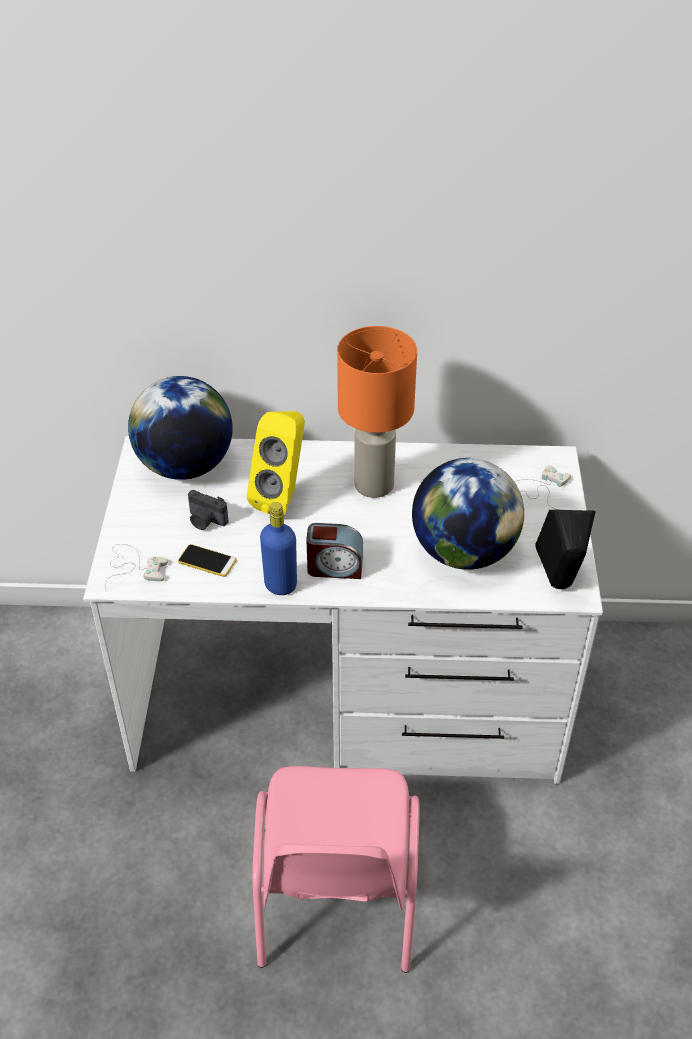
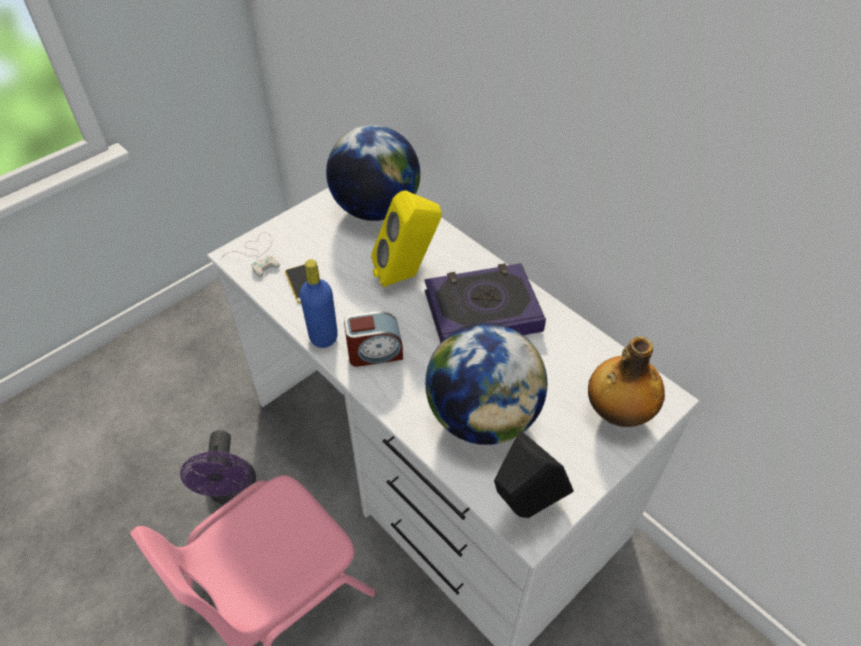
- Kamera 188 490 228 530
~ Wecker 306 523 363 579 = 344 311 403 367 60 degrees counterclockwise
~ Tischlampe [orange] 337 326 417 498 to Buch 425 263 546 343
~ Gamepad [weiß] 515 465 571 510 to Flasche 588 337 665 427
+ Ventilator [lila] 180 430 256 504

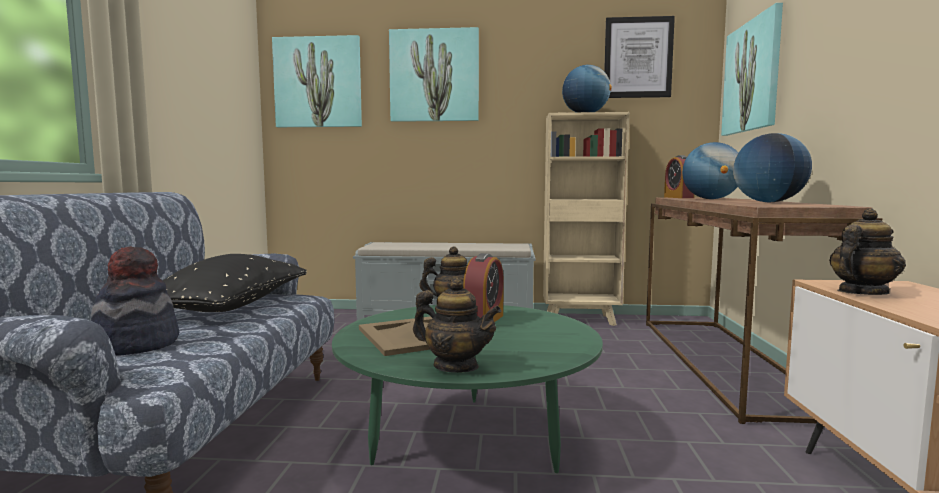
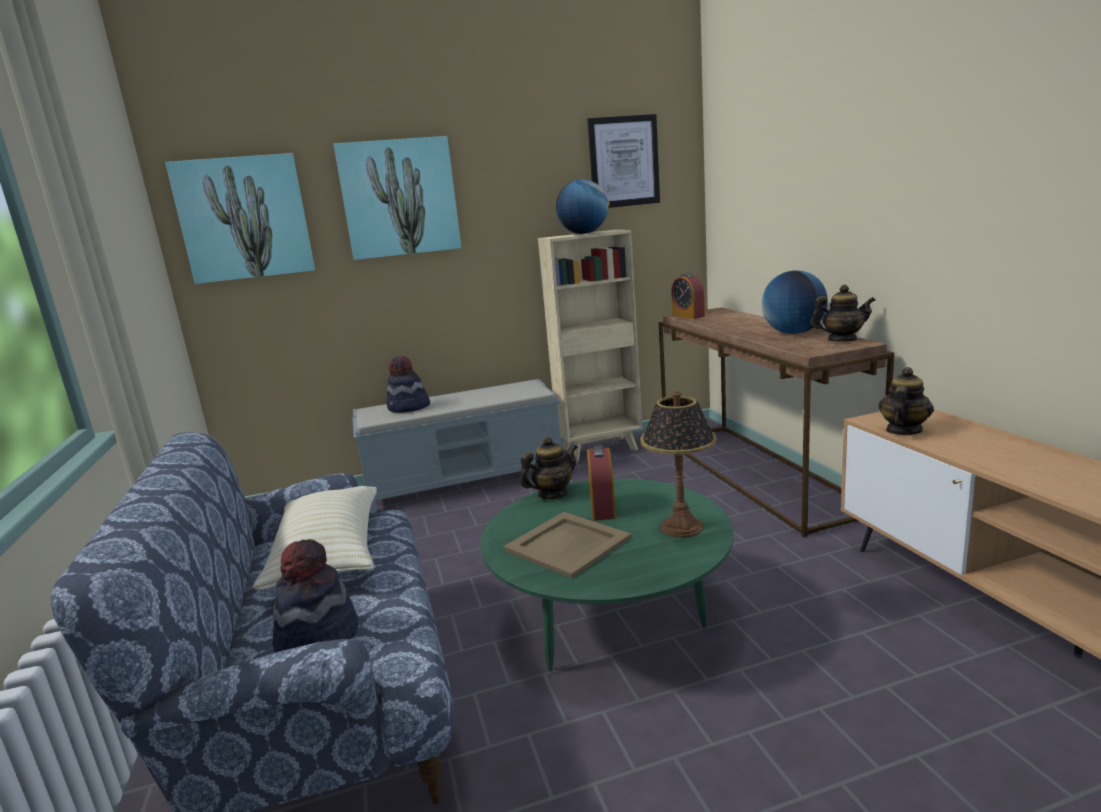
~ Kissen [schwarz] 163 254 307 312 to Kissen [beige] 253 486 377 590
~ Teekanne 413 278 501 373 to 811 285 876 342
- Globus 682 142 738 199
- Bild 721 3 783 136
+ Hut 387 356 430 413
+ Tischlampe 640 391 717 538

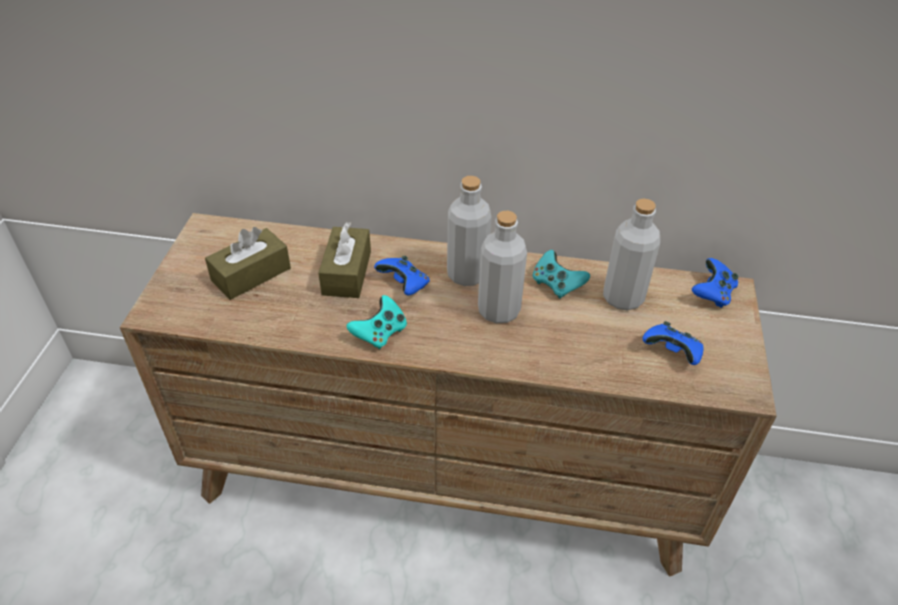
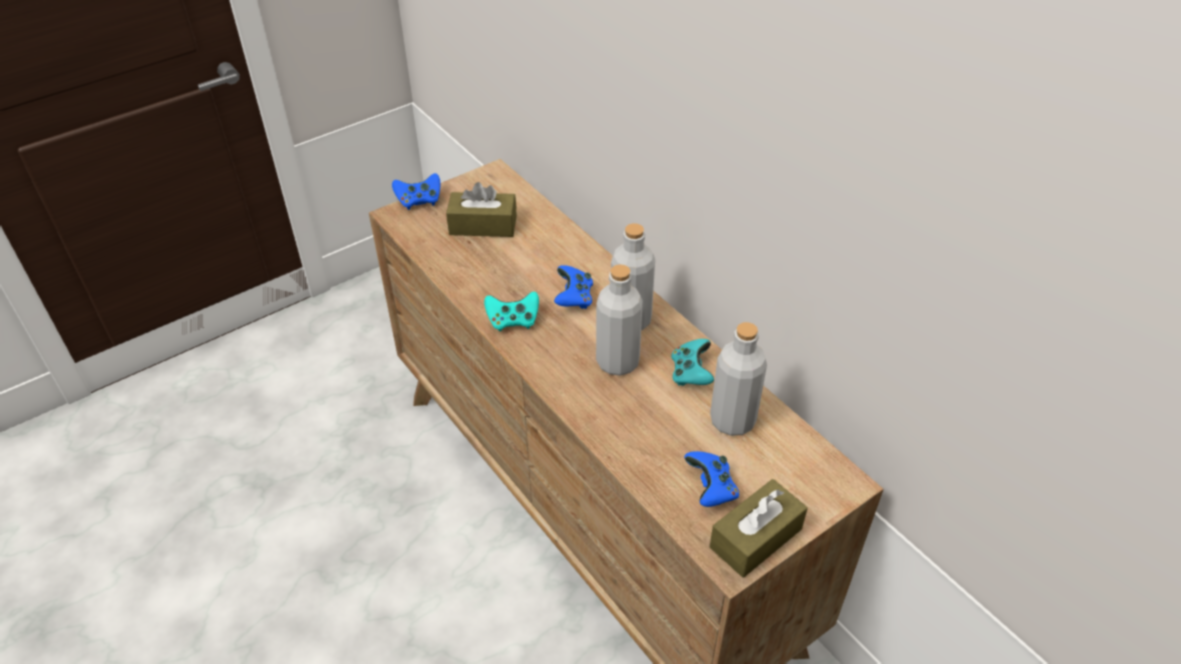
~ Taschentuchbox [braun] 318 222 371 298 to 710 479 808 578
~ Gamepad [blau] 692 258 739 308 to 392 173 440 210

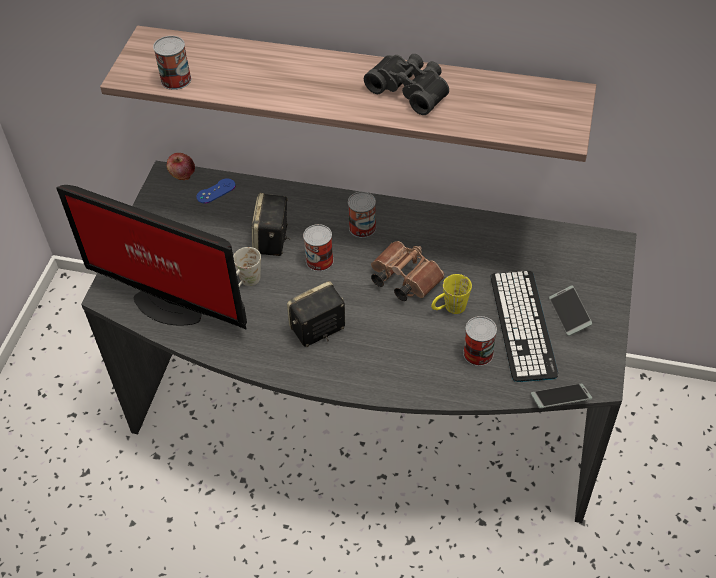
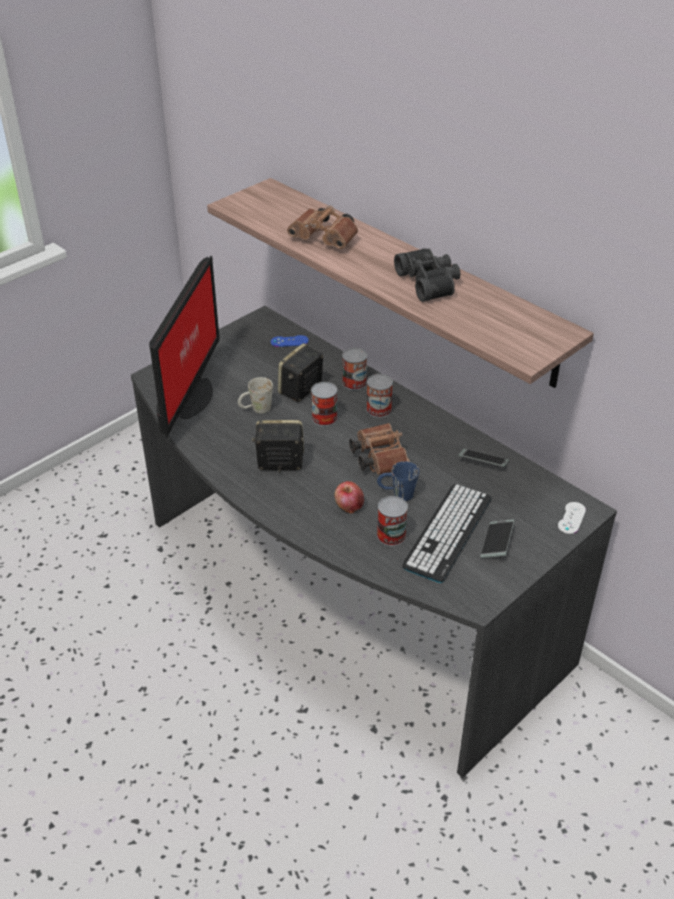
~ Monitor 56 185 247 330 = 149 256 219 438 135 degrees counterclockwise
~ Dose 153 36 191 90 to 342 348 367 390
~ Apfel 167 153 195 180 to 334 481 364 514
~ Henkelbecher [gelb] 431 274 472 314 to Henkelbecher [blau] 377 461 419 501
~ Handy 531 384 592 408 to 459 449 509 467
+ Fernglas [braun] 287 205 358 249
+ Gamepad [weiß] 558 502 586 534

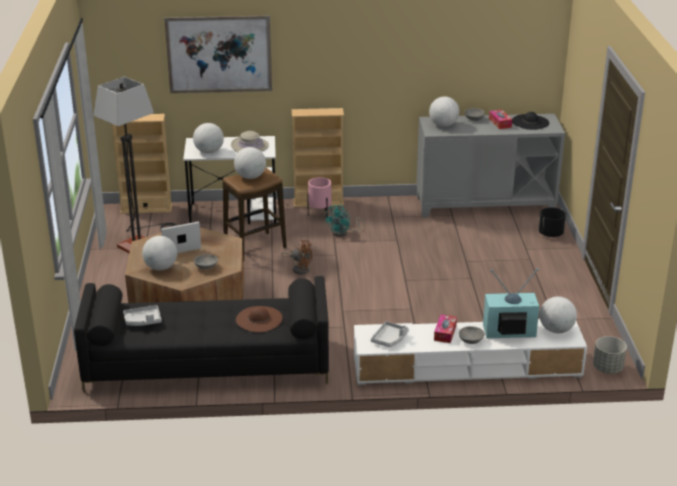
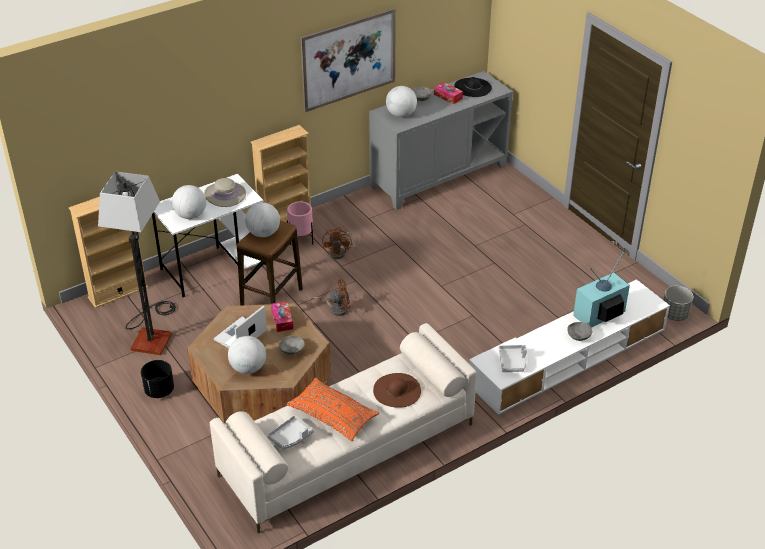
~ Sofa [schwarz] 74 276 329 392 to Sofa [beige] 210 323 477 533
~ Bild 164 15 272 93 to 301 8 396 112
~ Ventilator [türkis] 325 205 365 237 to Ventilator [braun] 322 227 355 259
~ Taschentuchbox 434 314 457 343 to 271 301 293 332
~ Pflanzkübel [schwarz] 539 207 566 237 to 141 360 174 398
- Globus 539 296 577 333
+ Kissen [orange] 287 378 379 441

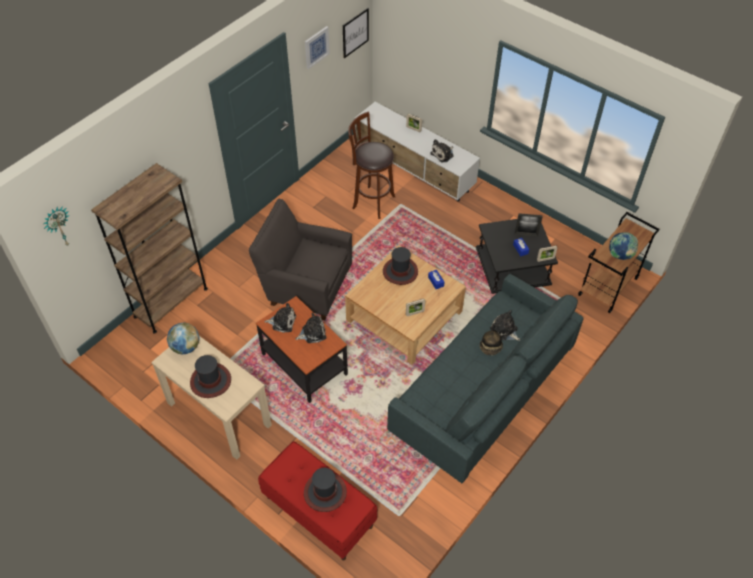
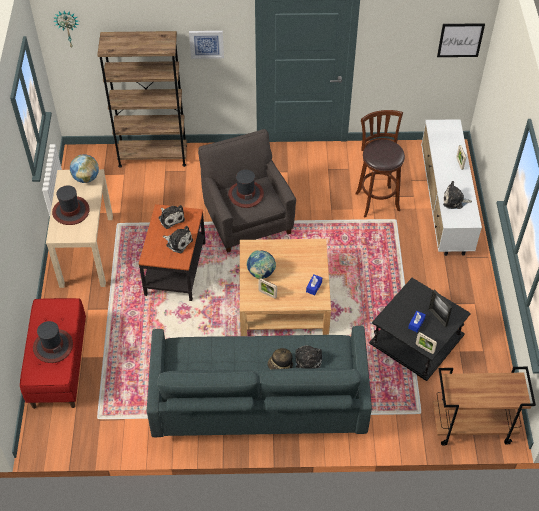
~ Bild 305 26 330 69 to 189 31 224 59
~ Hut 383 247 418 285 to 228 170 264 208
~ Globus 609 232 638 260 to 247 250 276 279

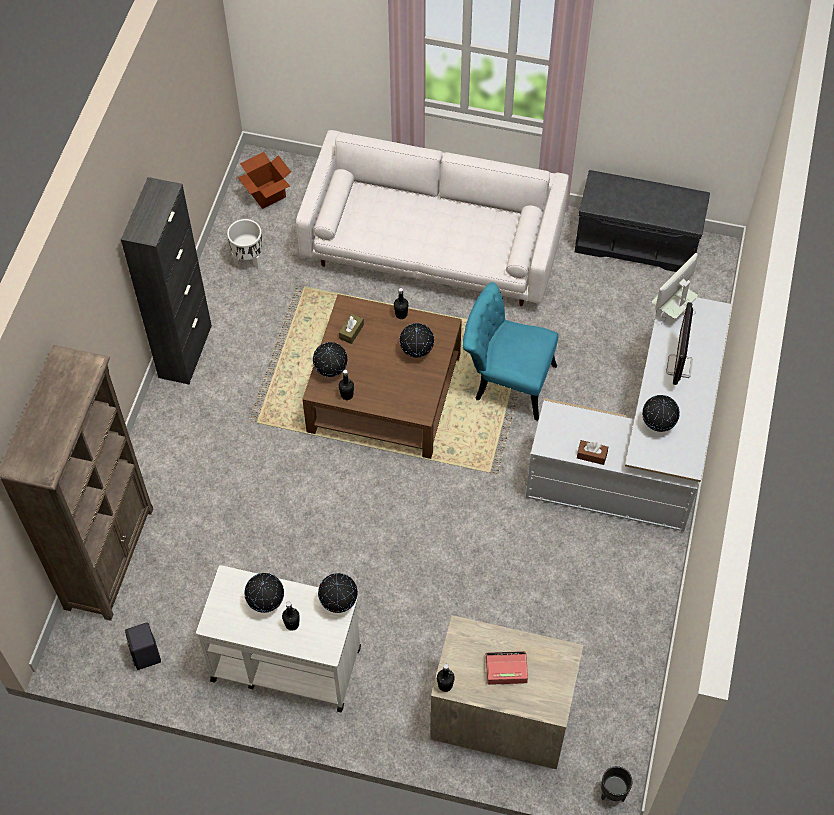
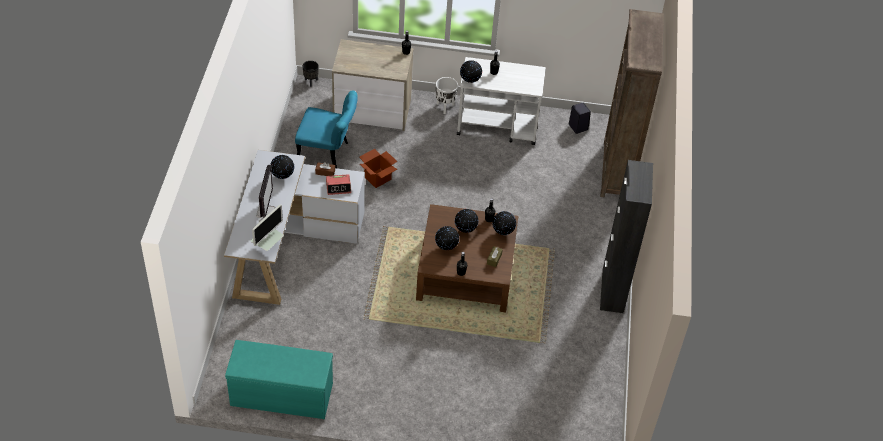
~ Pflanzkübel [weiß] 227 219 262 270 to 436 77 458 114
~ Karton 238 152 291 209 to 359 149 397 188
~ Globus 244 573 284 613 to 455 209 478 233
- Sofa [weiß] 296 130 569 306
~ Stuhl [türkis] 463 282 558 421 to 295 90 358 168
~ Wecker 486 651 528 685 to 326 174 351 195
~ Bank [grau] 575 170 710 272 to Bank [türkis] 225 340 333 419

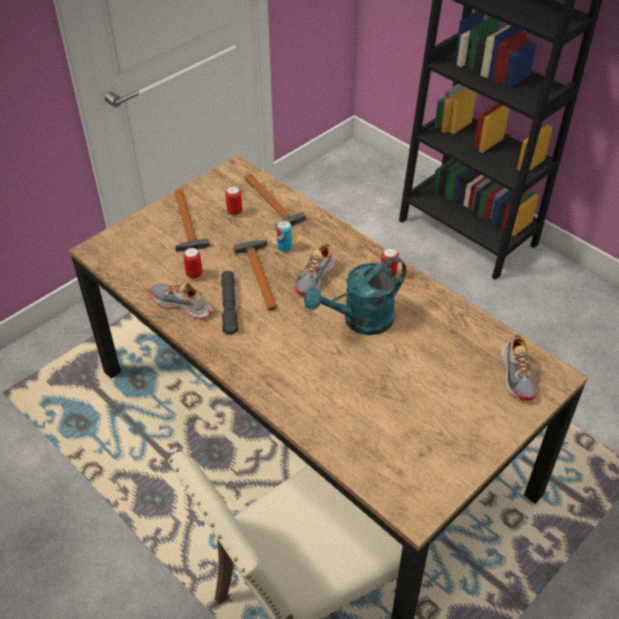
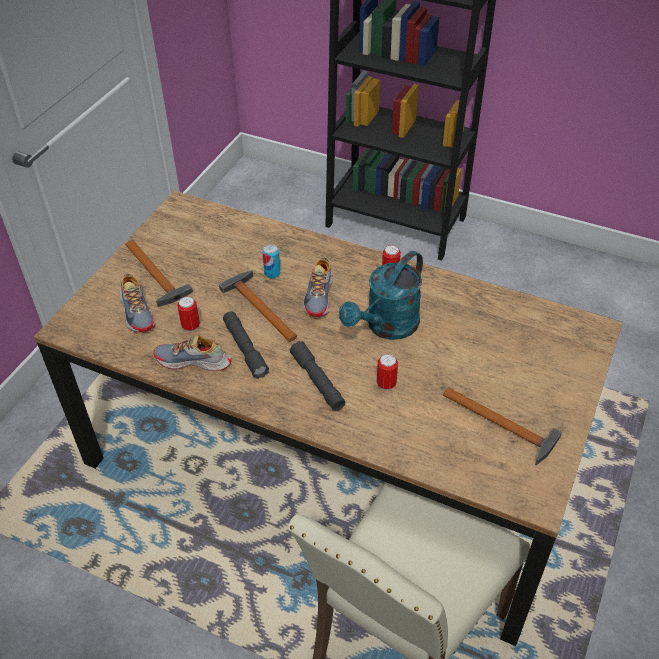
~ Dose 225 186 242 217 to 377 354 398 390
~ Hammer 244 174 306 230 to 443 387 562 465
~ Schuh 501 334 537 401 to 119 273 156 333
+ Taschenlampe [grau] 290 341 345 411

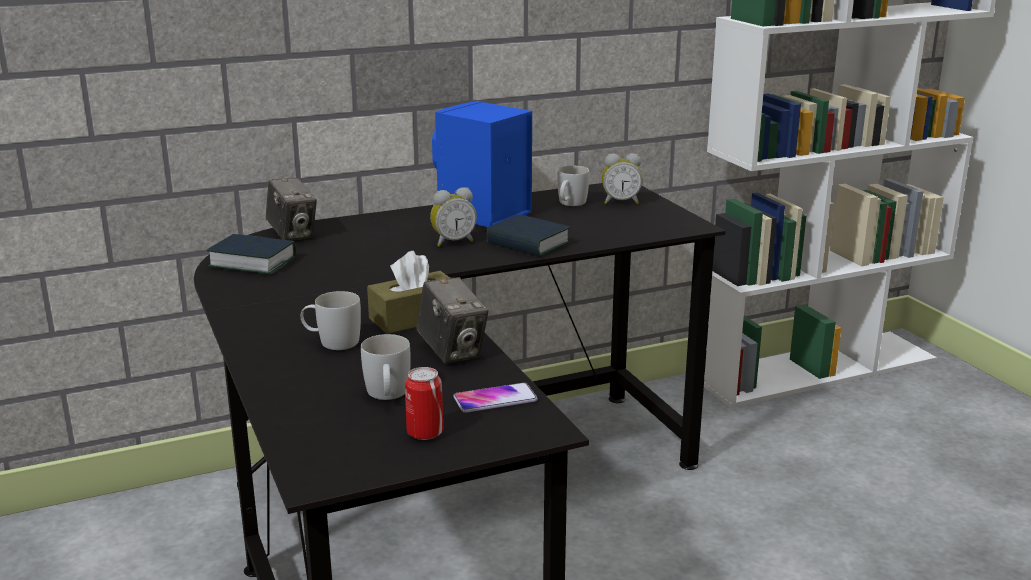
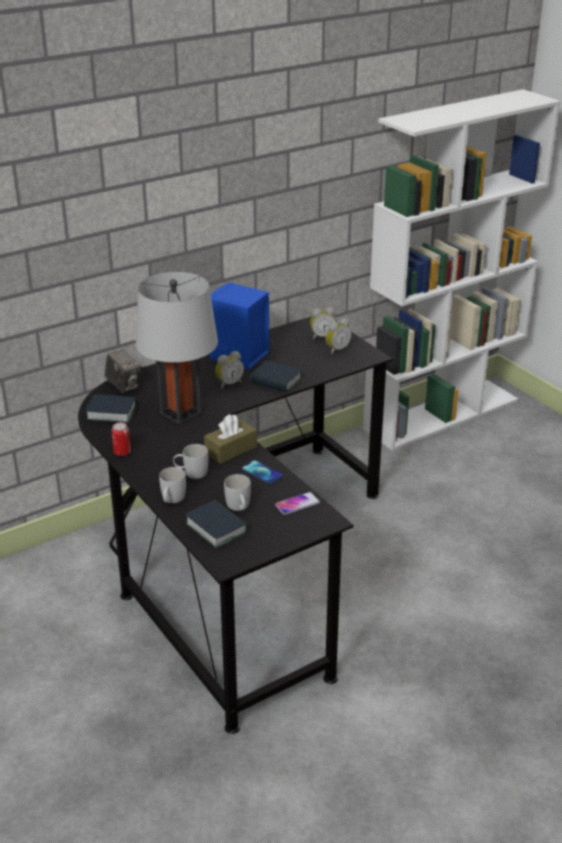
~ Dose 405 367 443 440 to 111 422 131 456
~ Kamera 416 277 488 363 to Handy 242 460 283 485
~ Henkelbecher [weiß] 557 166 589 206 to 159 467 186 503
+ Tischlampe [grau] 136 272 218 424
+ Buch 185 500 248 549
+ Wecker 326 318 351 354

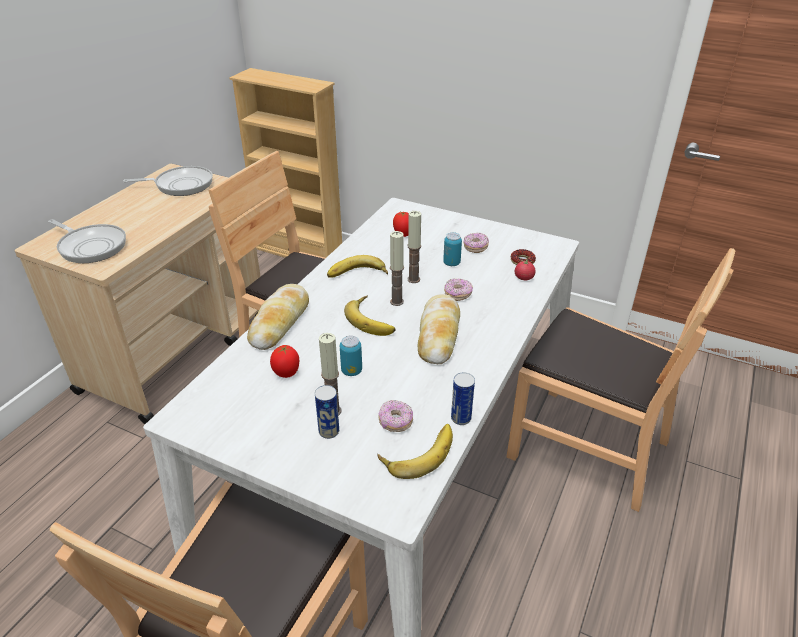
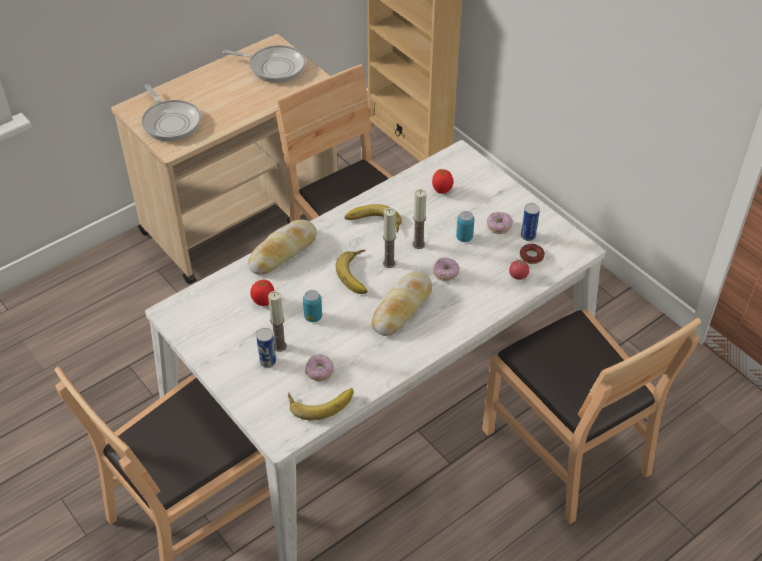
~ Dose 451 373 475 425 to 521 203 540 241

